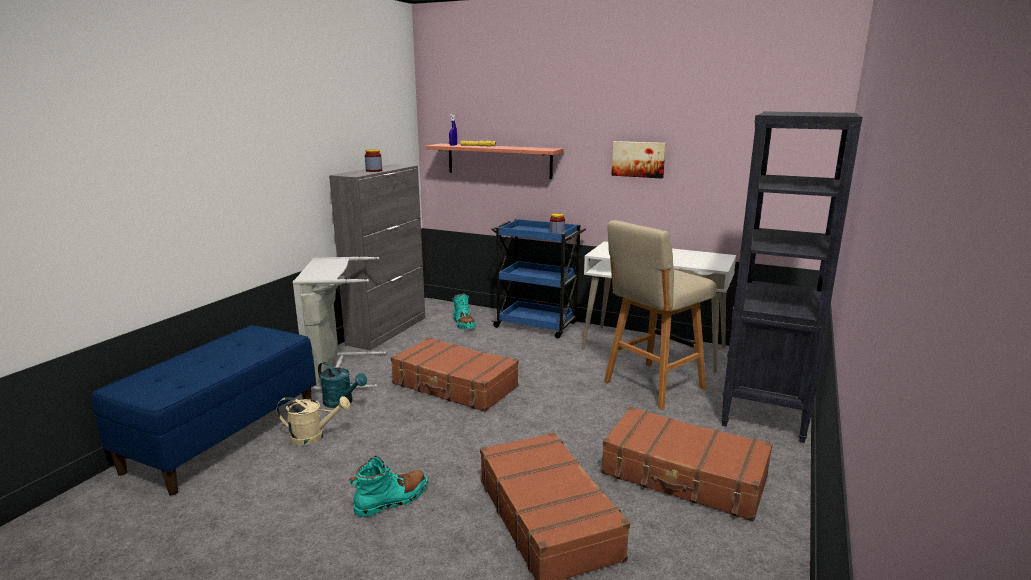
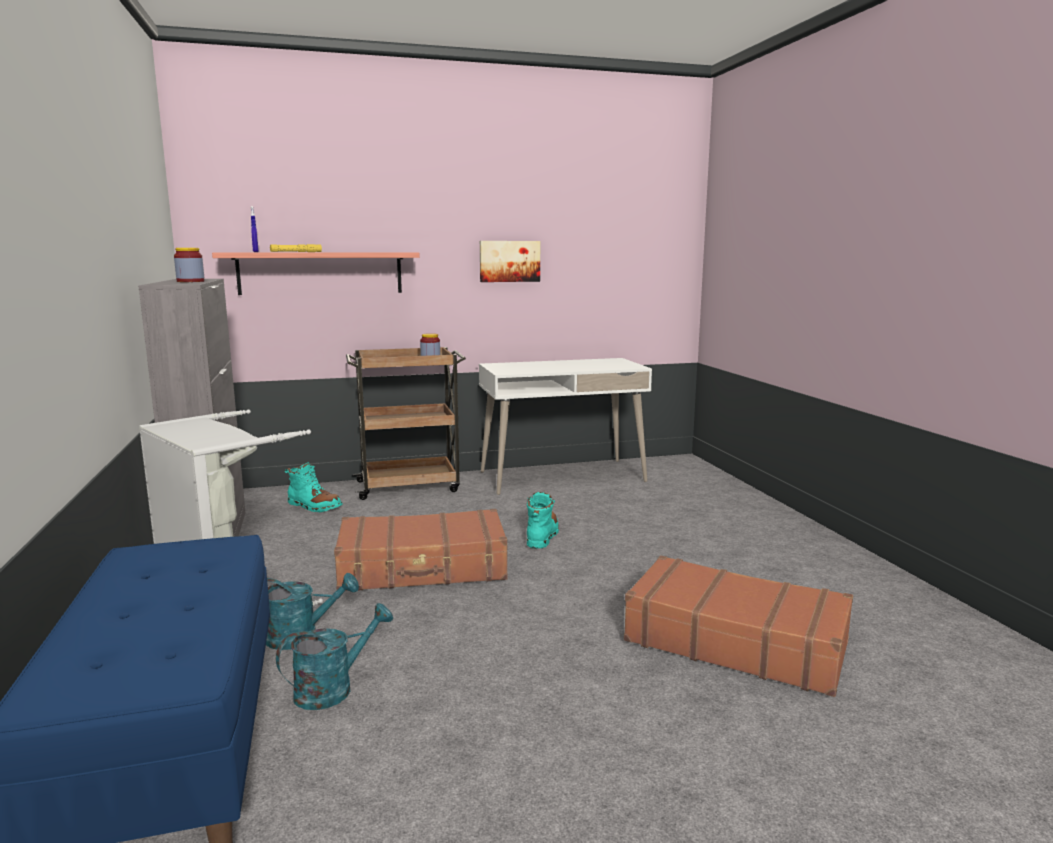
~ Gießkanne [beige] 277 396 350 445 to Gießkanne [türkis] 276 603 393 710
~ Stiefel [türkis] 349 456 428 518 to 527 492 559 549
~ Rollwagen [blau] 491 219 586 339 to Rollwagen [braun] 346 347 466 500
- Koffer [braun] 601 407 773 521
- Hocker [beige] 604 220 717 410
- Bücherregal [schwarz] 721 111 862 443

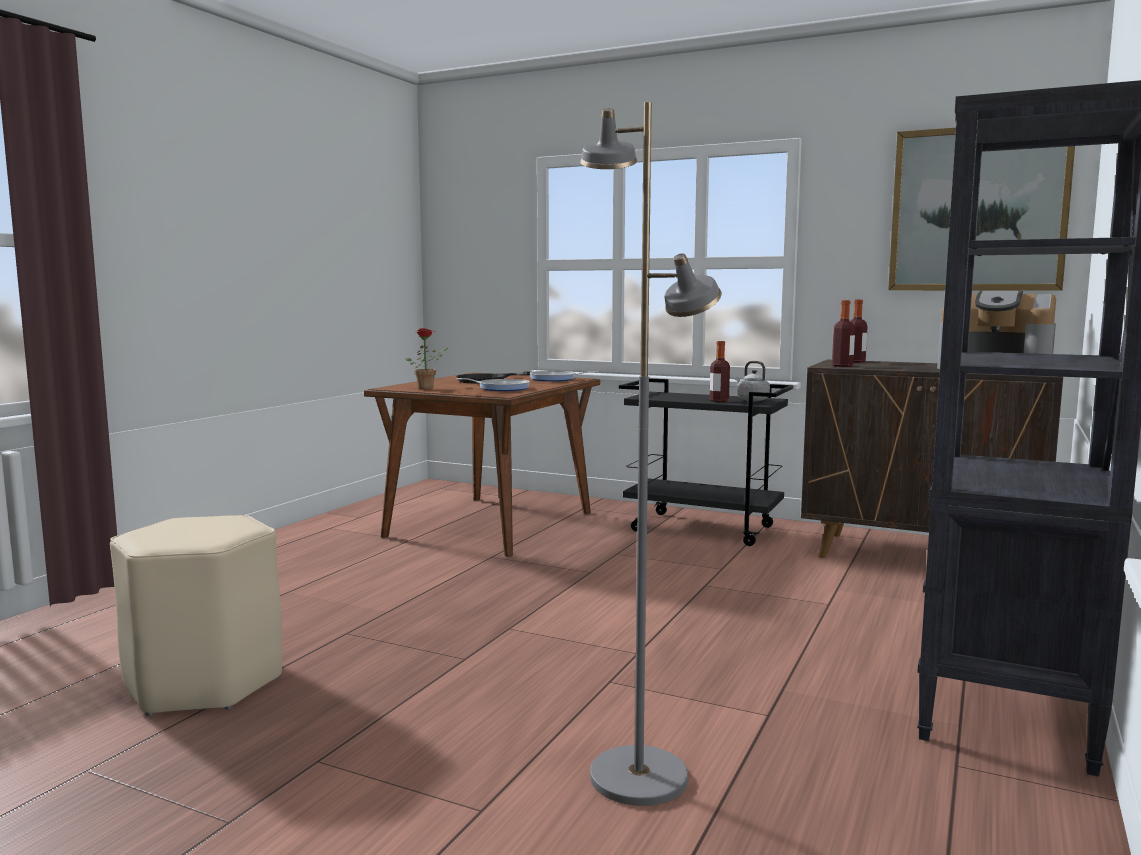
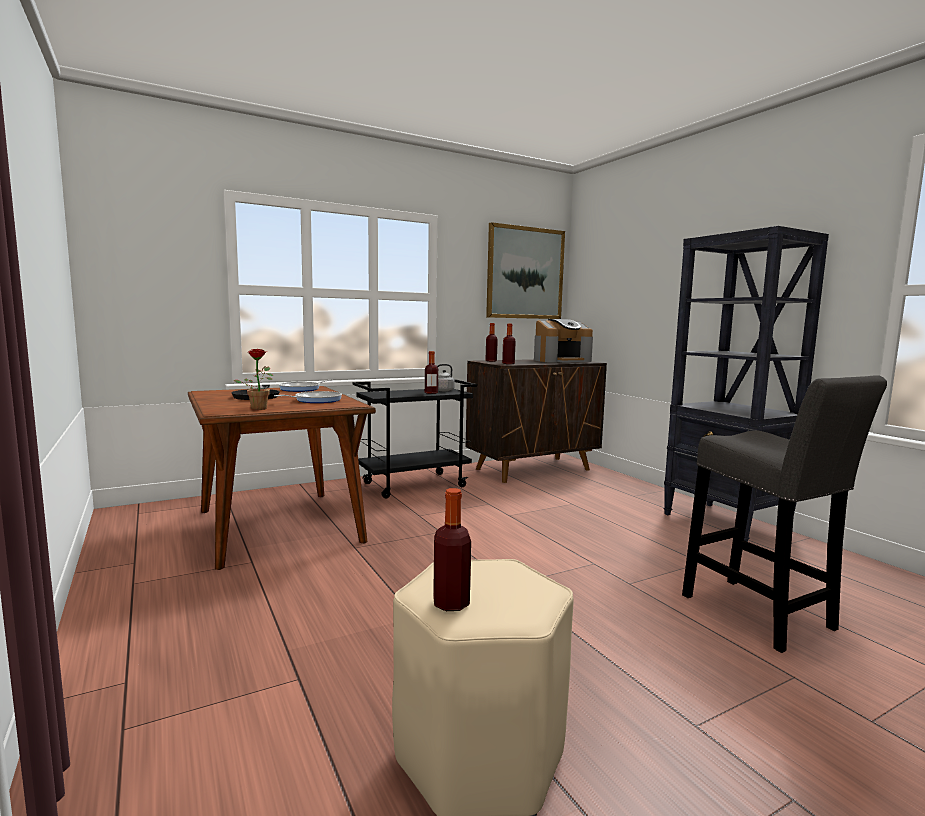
~ Stehlampe [grau] 580 102 722 806 to Hocker [grau] 682 375 887 653
+ Flasche 433 488 471 611

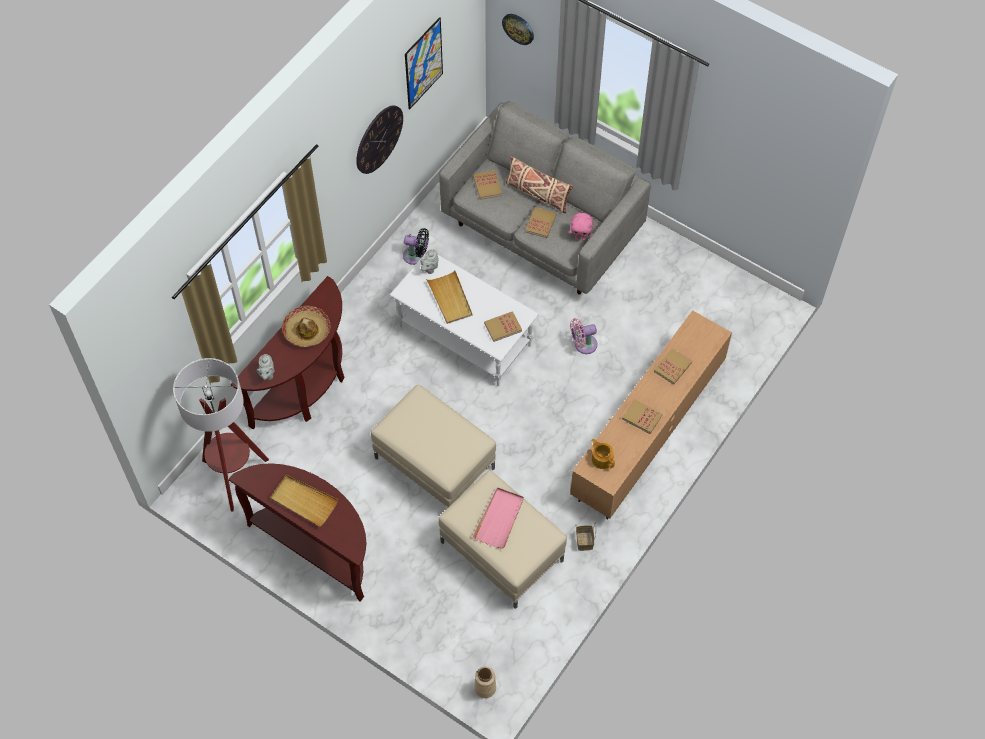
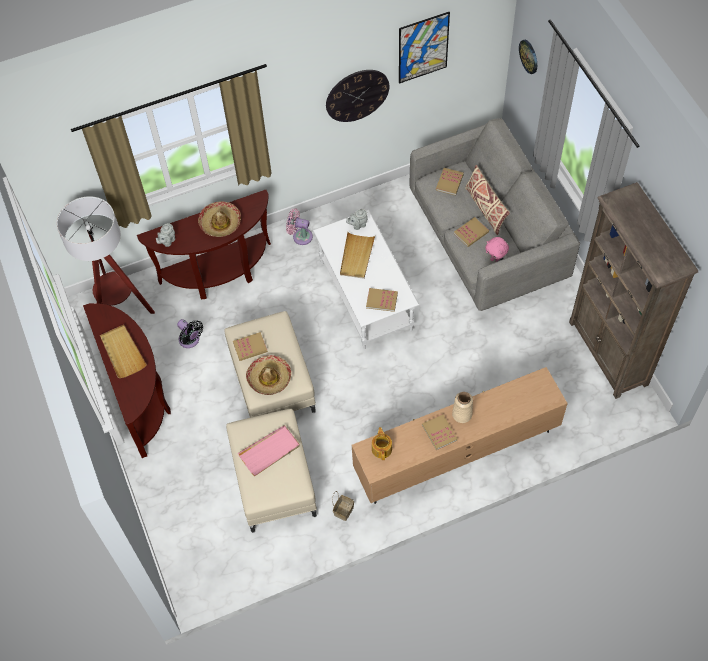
~ Ventilator [schwarz] 403 228 429 265 to 177 319 203 348
~ Vase [beige] 474 667 496 698 to 452 392 473 423
~ Ventilator [rosa] 570 318 598 354 to 286 208 313 245
~ Buch 654 348 692 385 to 233 332 268 361
+ Hut 246 355 291 395
+ Bücherregal [braun] 569 182 698 399

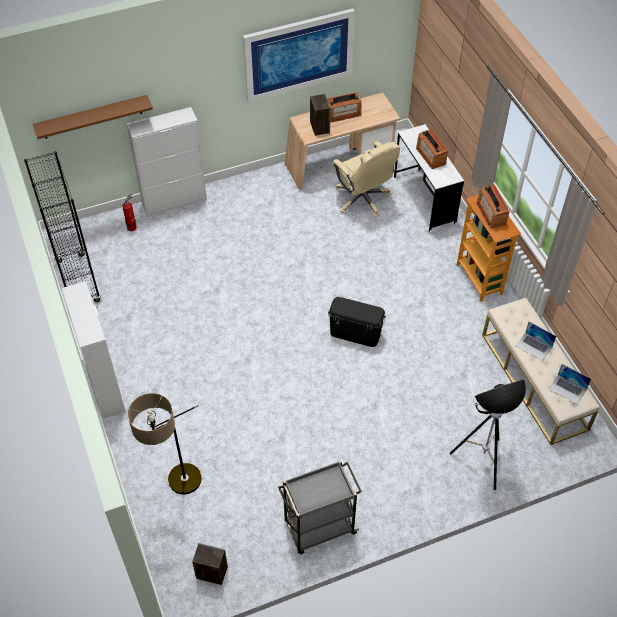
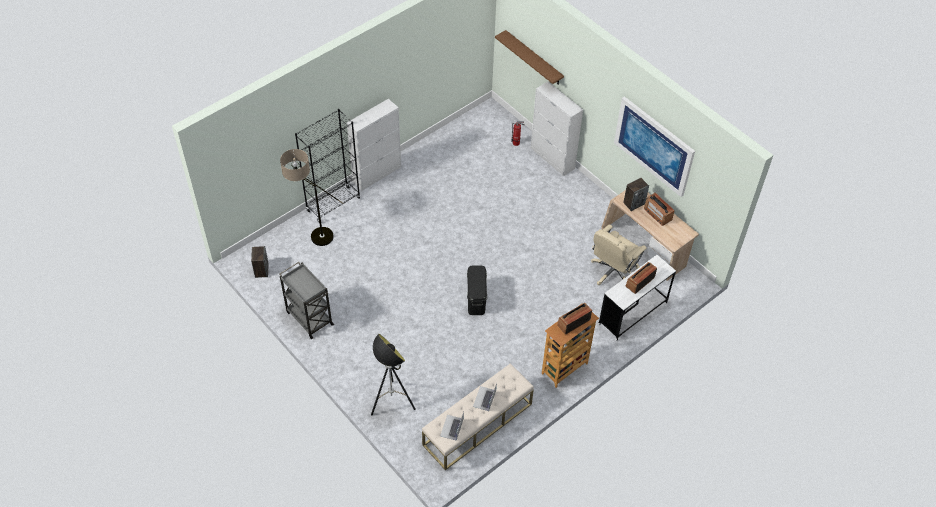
~ Bücherregal [schwarz] 24 151 101 302 to 295 109 360 223

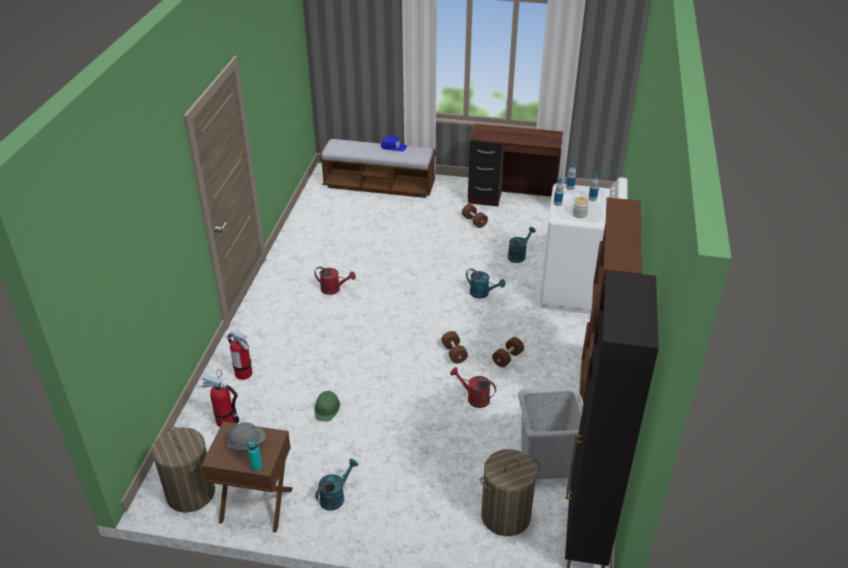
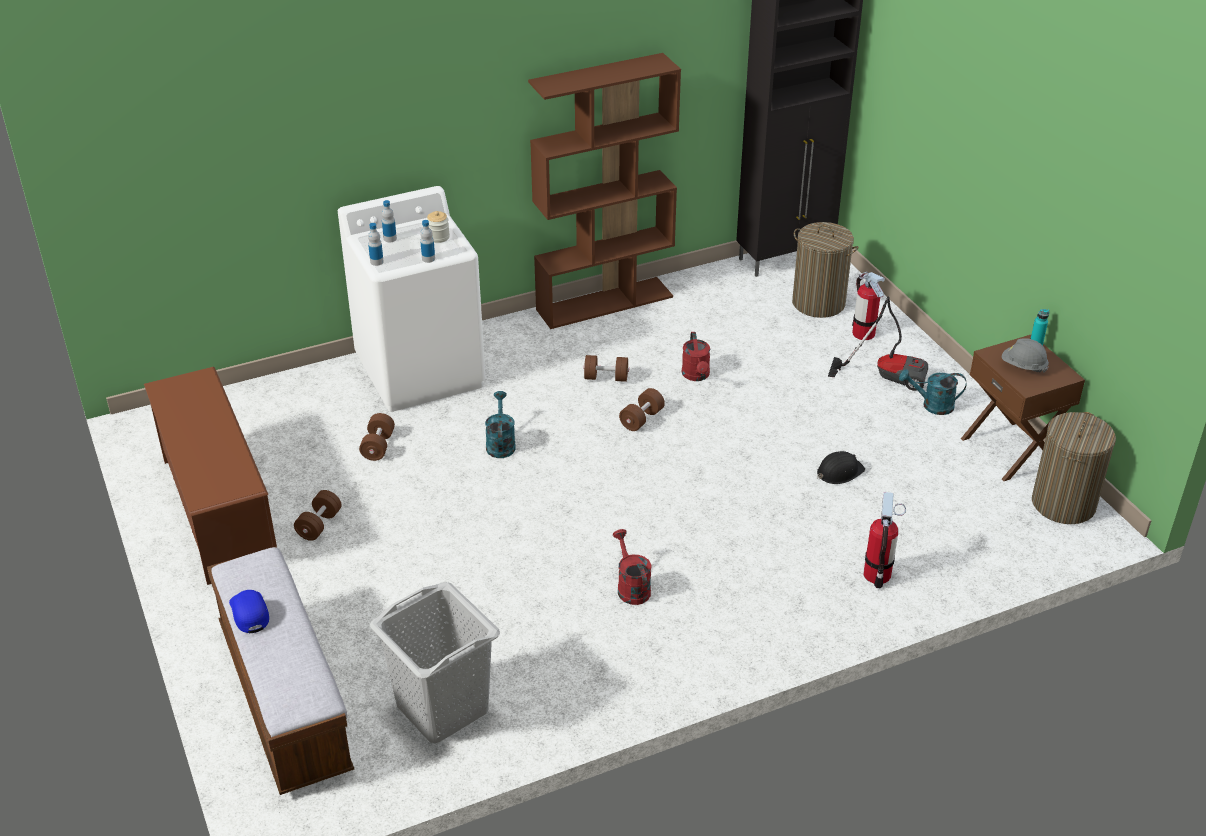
~ Feuerlöscher 202 369 240 427 to 852 272 885 340
~ Schutzhelm [grün] 315 391 340 421 to Schutzhelm [schwarz] 817 451 865 484
~ Schreibtisch [braun] 468 124 563 206 to Schuhregal [braun] 144 367 277 585
~ Gießkanne [türkis] 508 227 536 263 to Hantel [braun] 359 413 395 461
~ Wäschekorb [grau] 518 387 583 479 to 370 582 500 743
+ Staubsauger 828 297 928 391

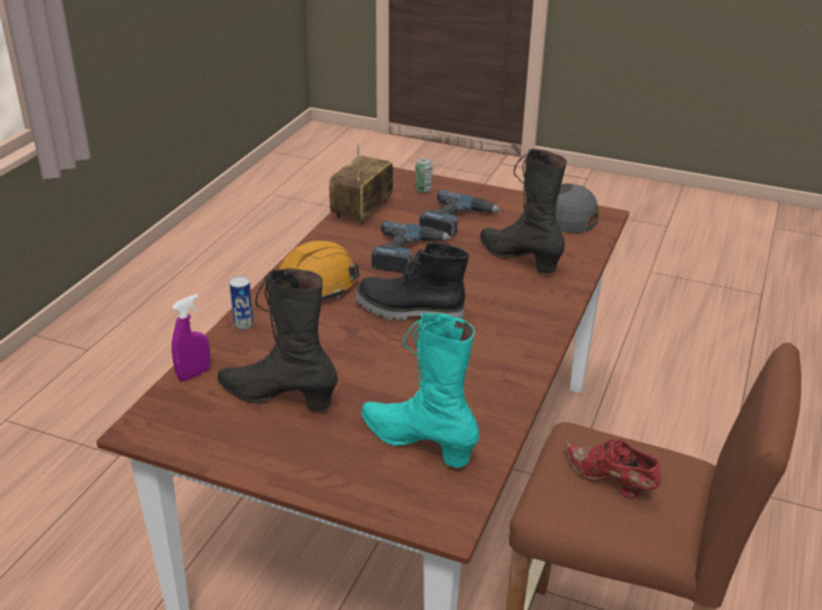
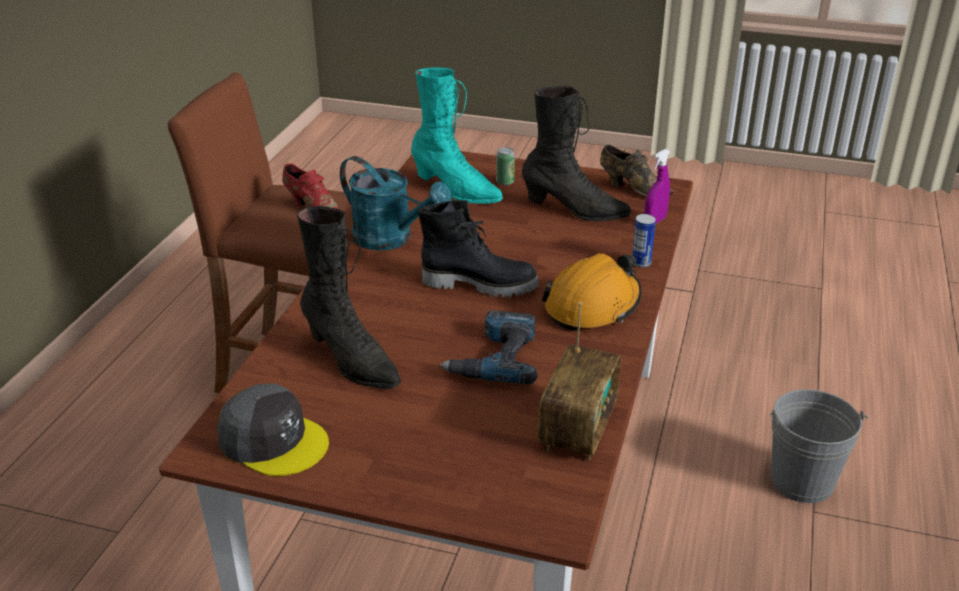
~ Dose 415 158 432 193 to 496 147 515 185
- Bohrmaschine 419 190 501 238
+ Gießkanne [türkis] 340 156 452 251
+ Schuh [braun] 600 145 674 197
+ Eimer [grau] 770 389 868 503

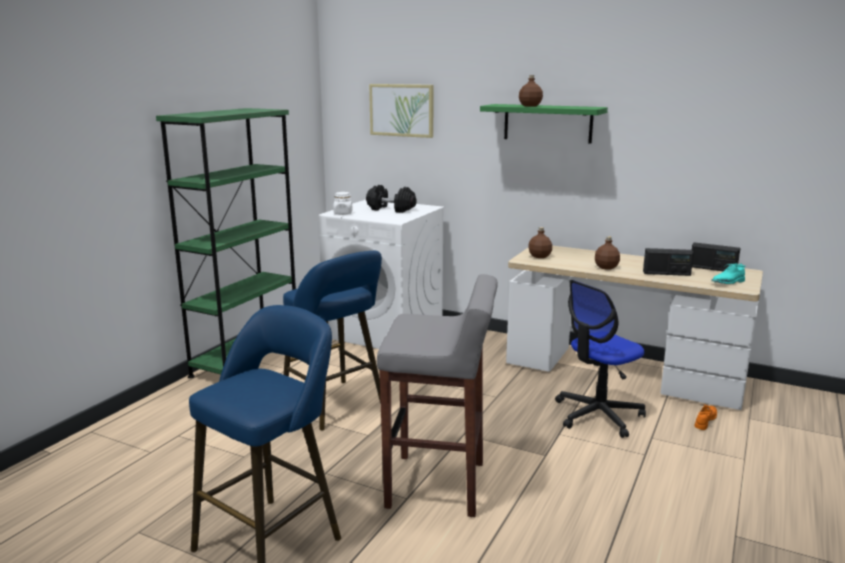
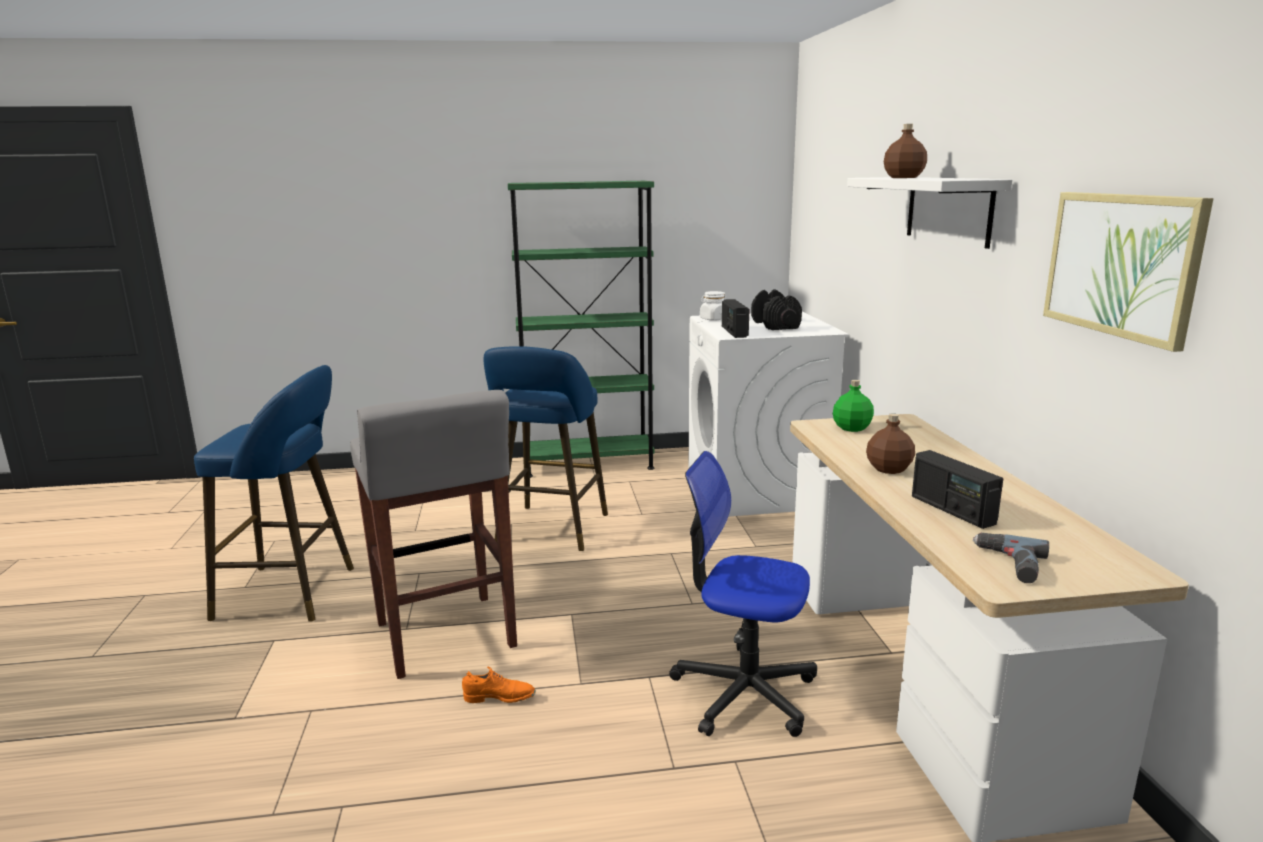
~ Bild 369 84 434 138 to 1043 192 1214 352
~ Wandregal [grün] 480 104 608 143 to Wandregal [weiß] 847 177 1013 249
~ Flasche [braun] 528 227 552 258 to Flasche [grün] 833 380 874 432
~ Radio 692 242 740 271 to 722 299 749 338
~ Schuh [orange] 694 405 717 430 to 462 666 536 703
~ Schuh [türkis] 711 263 745 284 to Bohrmaschine 973 533 1049 583

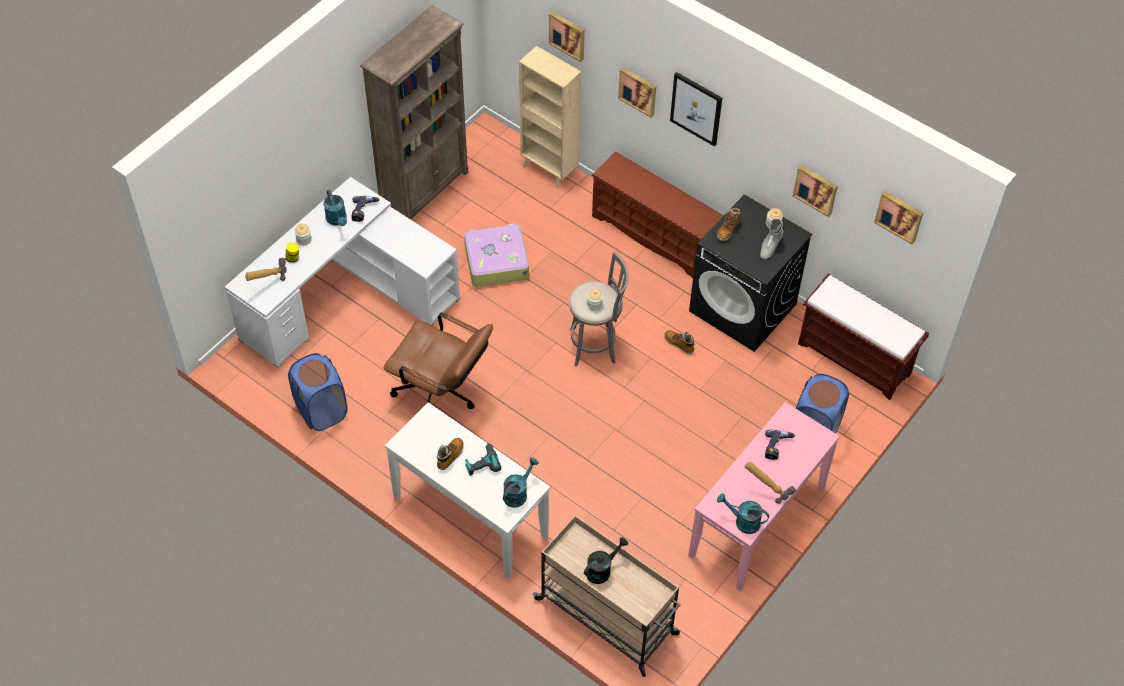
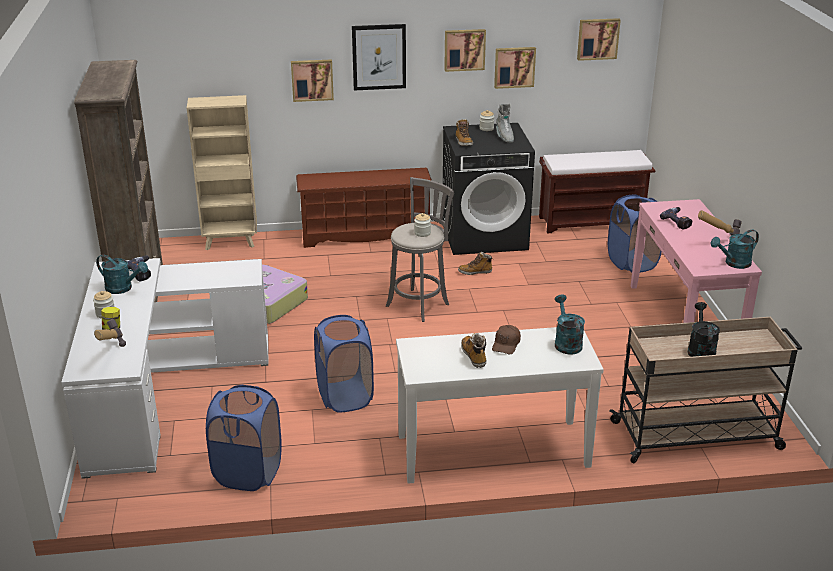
~ Bürostuhl [braun] 384 313 493 409 to Wäschekorb [blau] 314 315 374 413
~ Bohrmaschine 465 442 501 476 to Kappe [braun] 492 325 521 354
~ Bild 549 11 585 62 to 444 29 486 72

